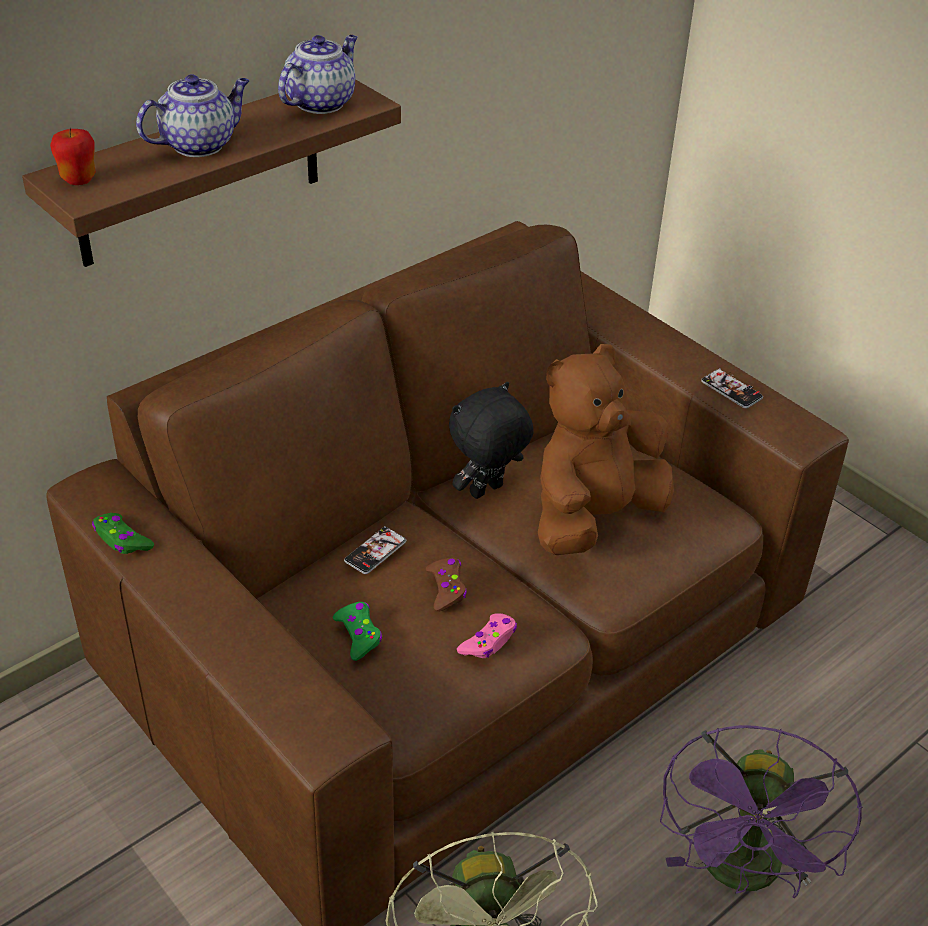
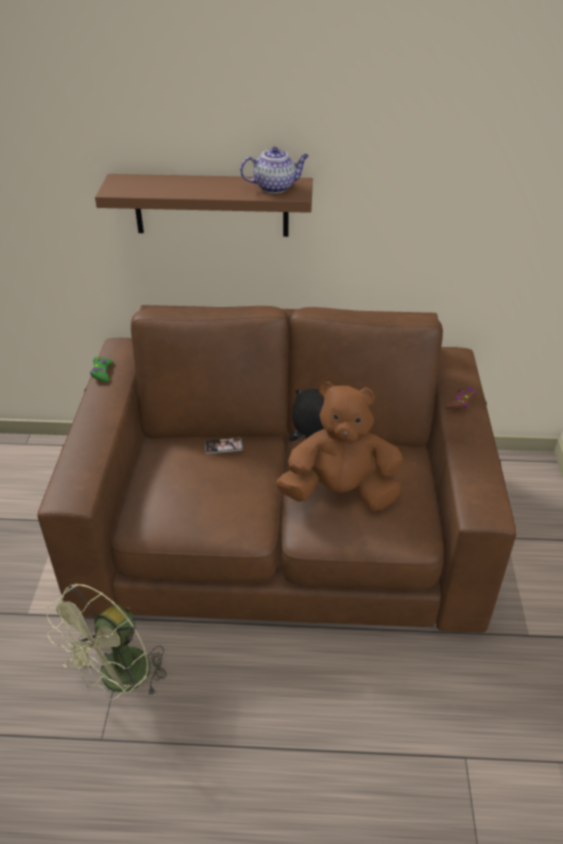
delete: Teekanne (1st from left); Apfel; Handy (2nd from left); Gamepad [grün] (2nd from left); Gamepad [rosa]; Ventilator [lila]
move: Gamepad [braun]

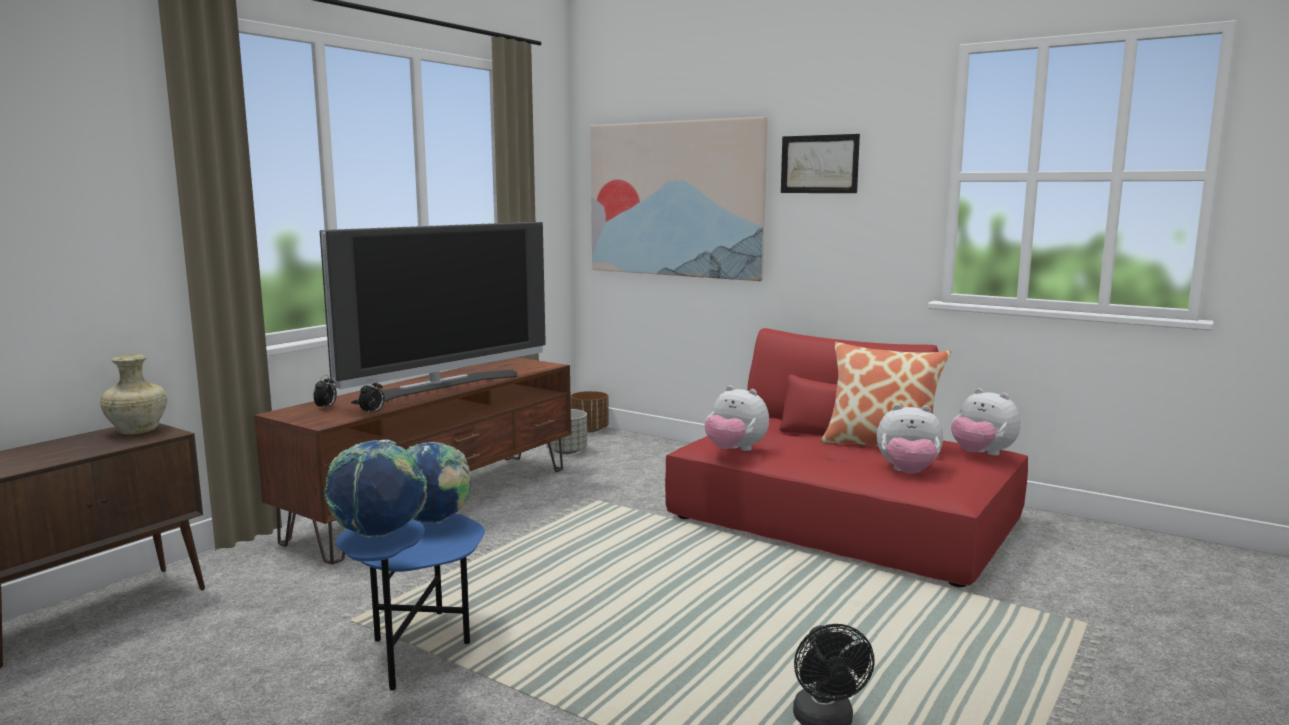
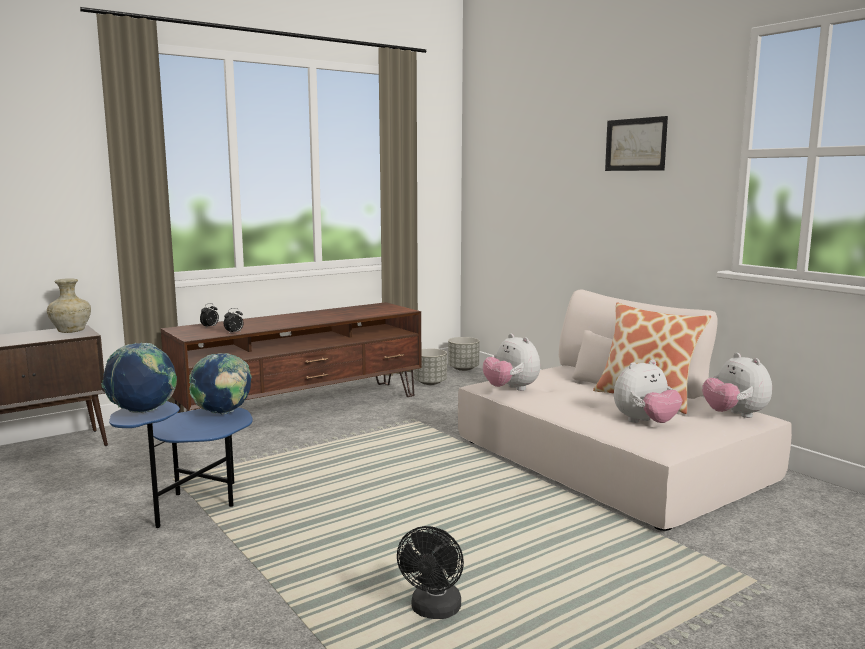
delete: Bild (1st from left); Fernseher
recolor: Sofa [rot] to Sofa [beige]; Pflanzkübel [braun] to Pflanzkübel [grau] (2nd from left)
rotate: Plüschtier (2nd from left) 60 degrees counterclockwise

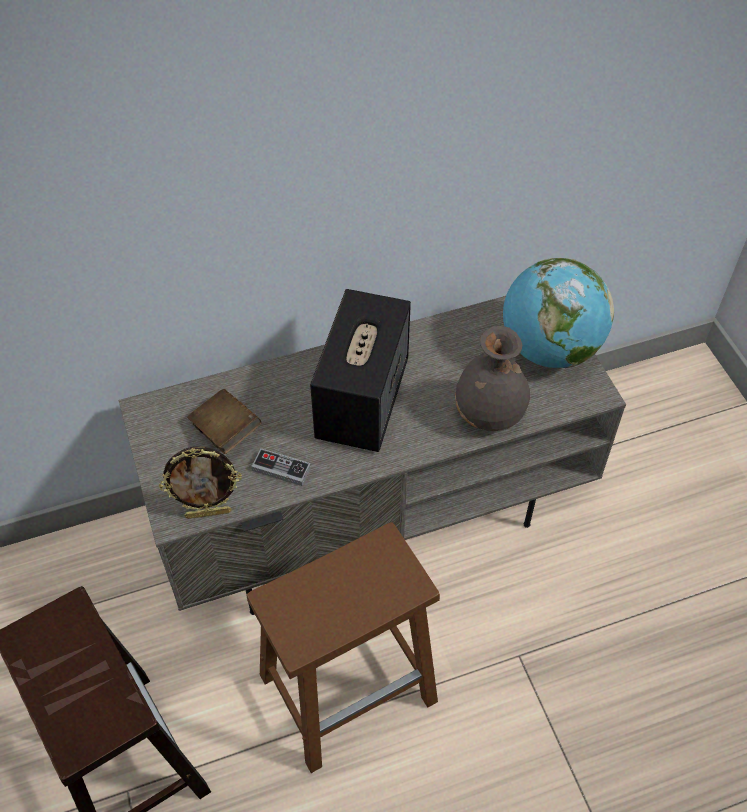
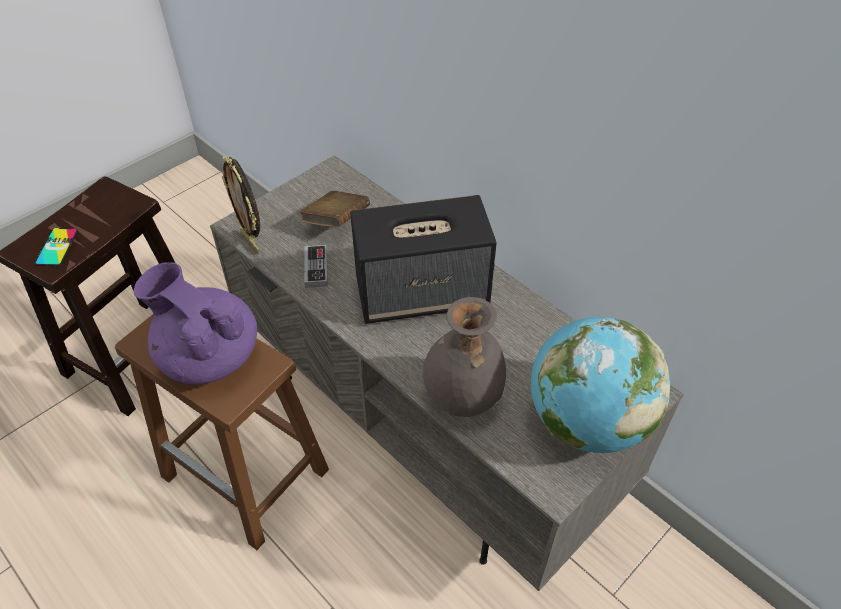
insert: Handy; Teekanne [lila]

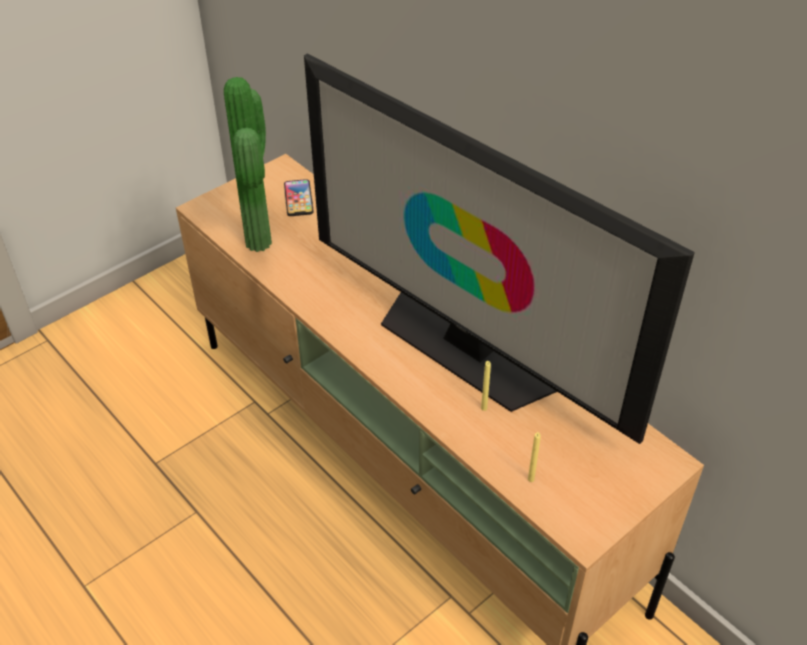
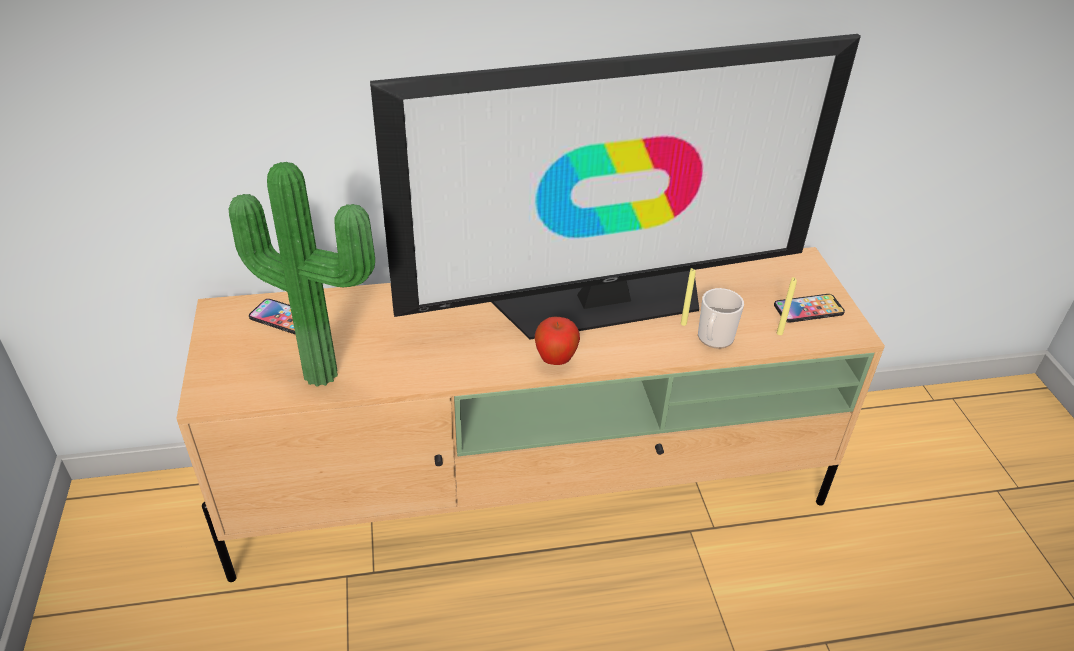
insert: Henkelbecher; Handy (2nd from left); Apfel

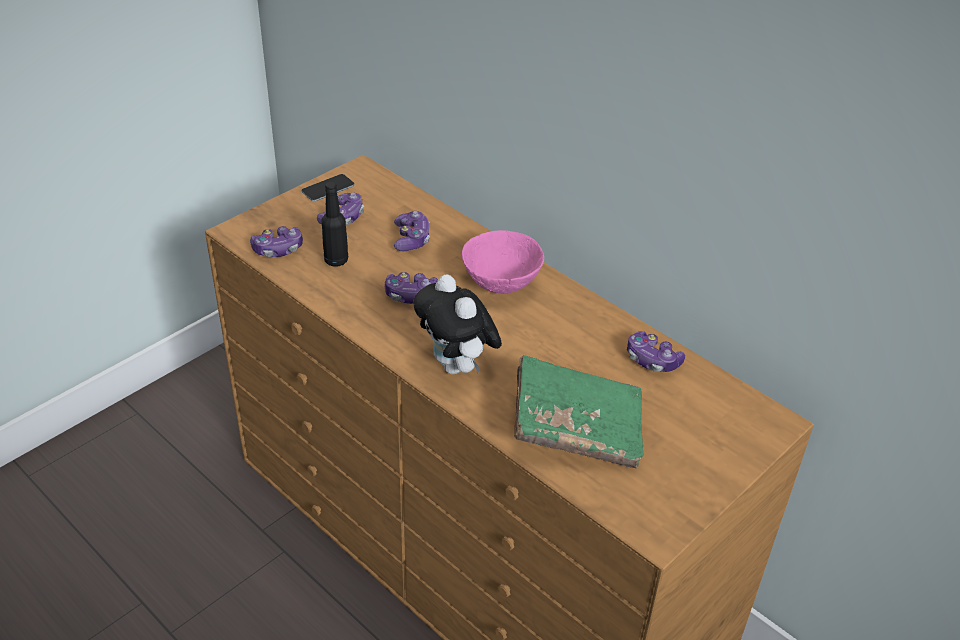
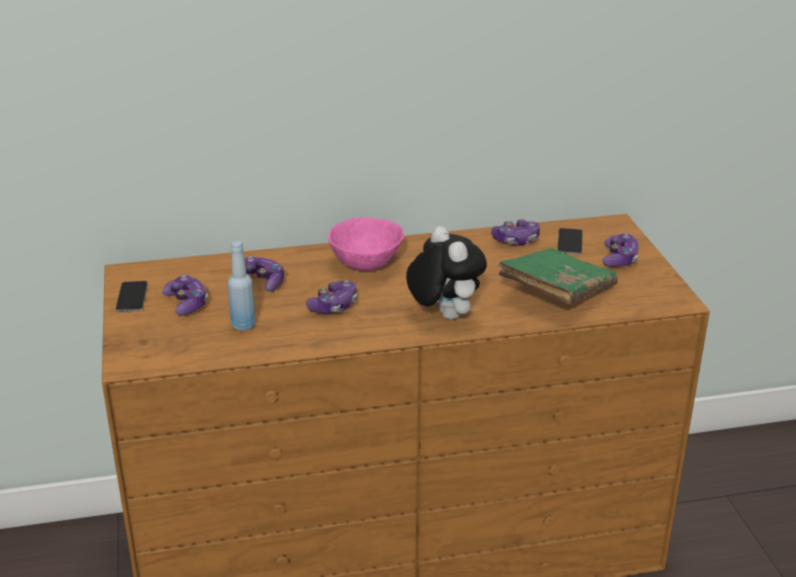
insert: Handy (2nd from left)
move: Gamepad (1st from left in the first image) to Gamepad (5th from left)
recolor: Flasche [schwarz] to Flasche [blau]
rotate: Plüschtier 120 degrees counterclockwise

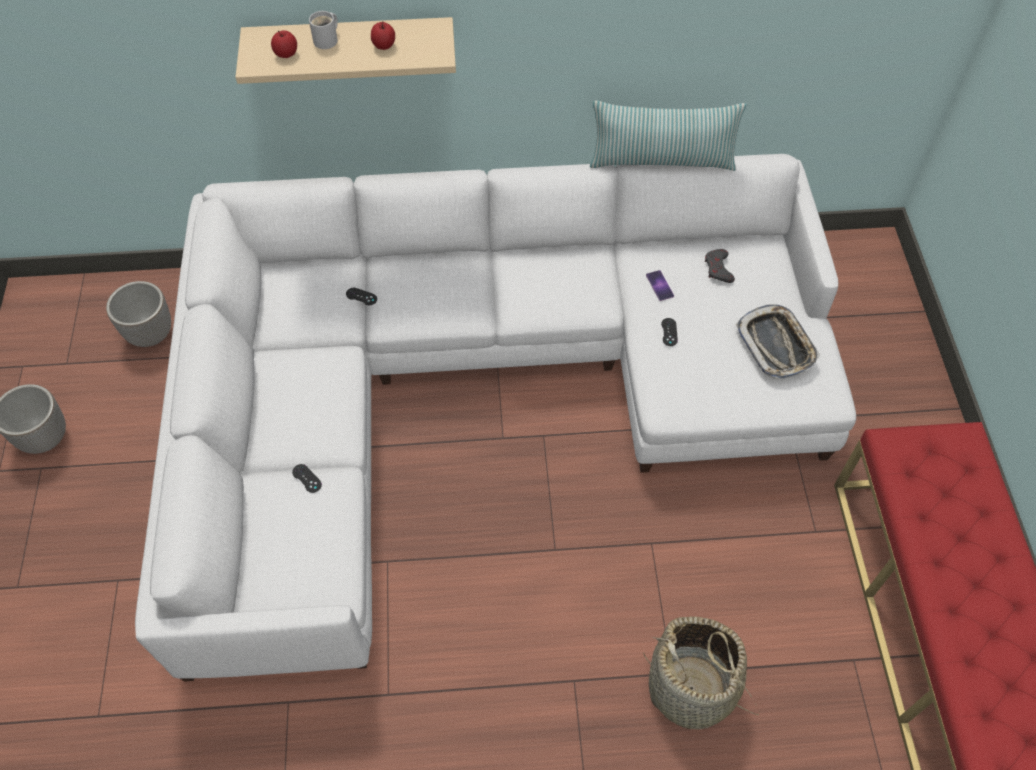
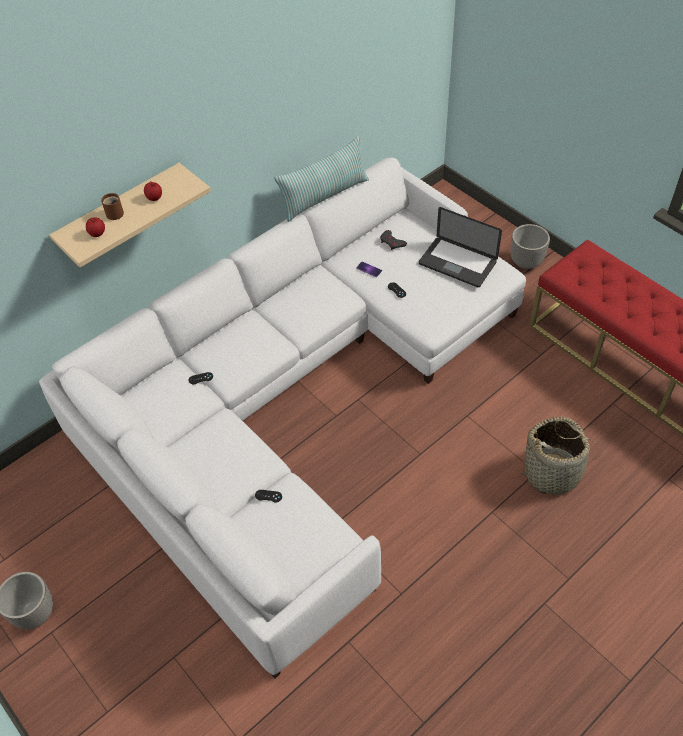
move: Pflanzkübel (2nd from left)
replace: Tablett to Laptop
recolor: Henkelbecher [weiß] to Henkelbecher [braun]

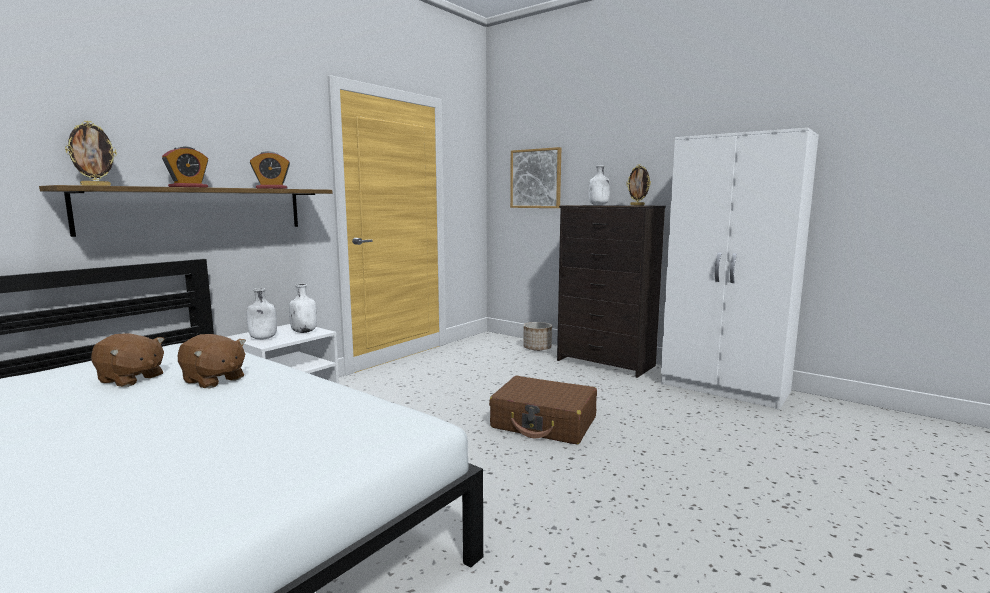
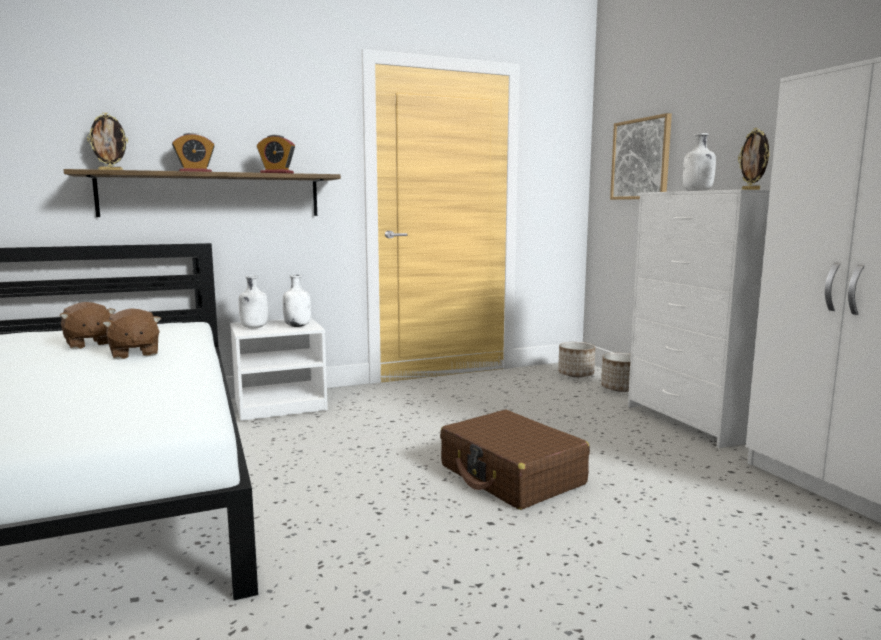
insert: Pflanzkübel (1st from left)
recolor: Kommode [schwarz] to Kommode [weiß]

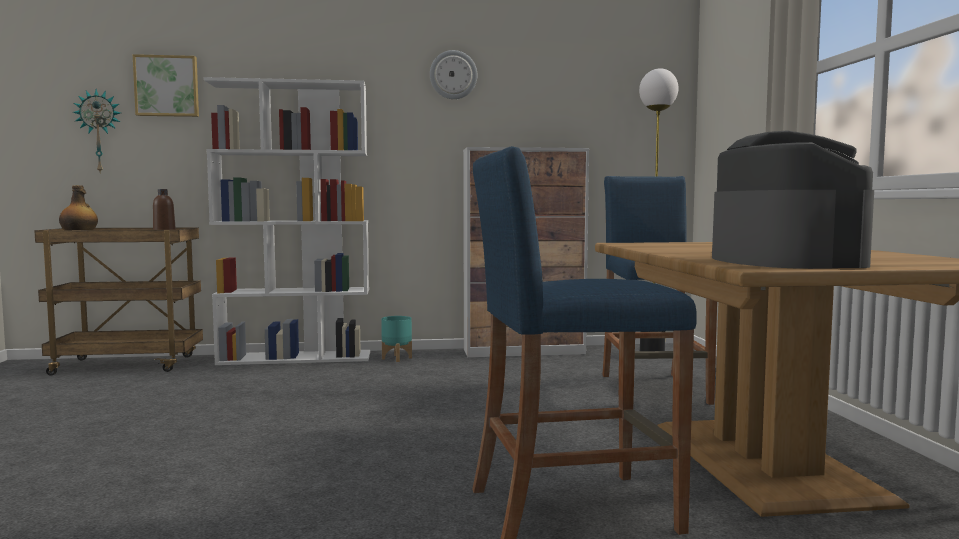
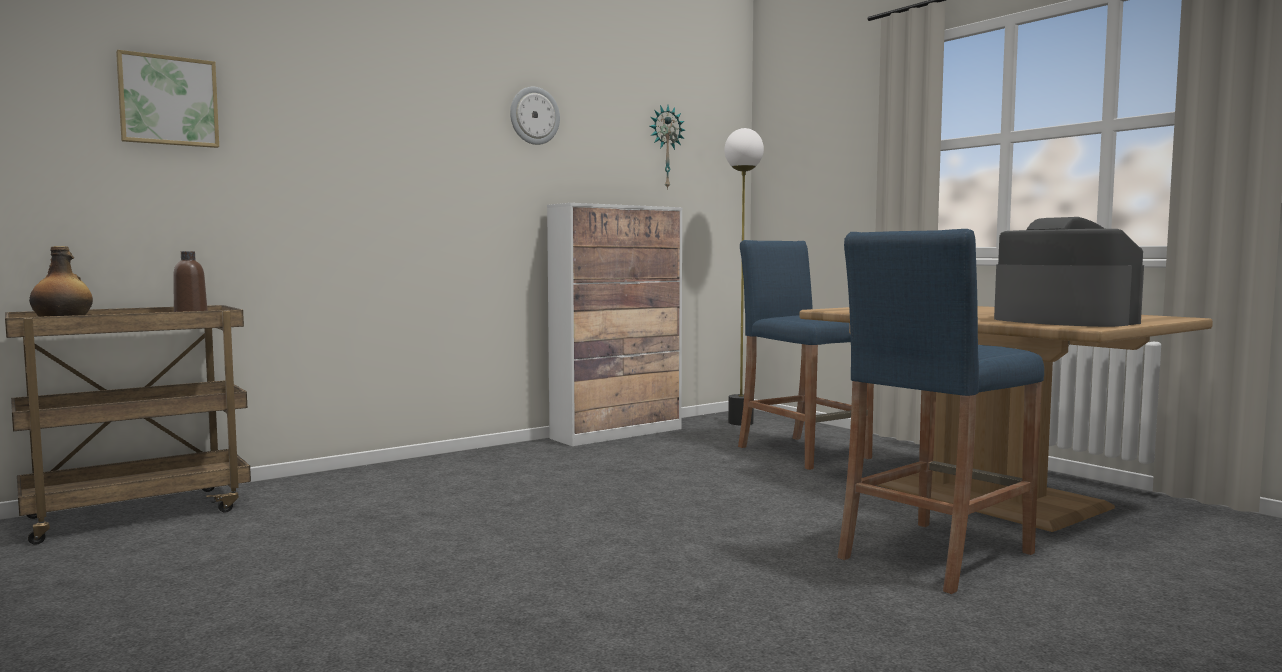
delete: Bücherregal [weiß]; Pflanzkübel [türkis]
move: Wanduhr (1st from left in the first image) to Wanduhr (2nd from left)

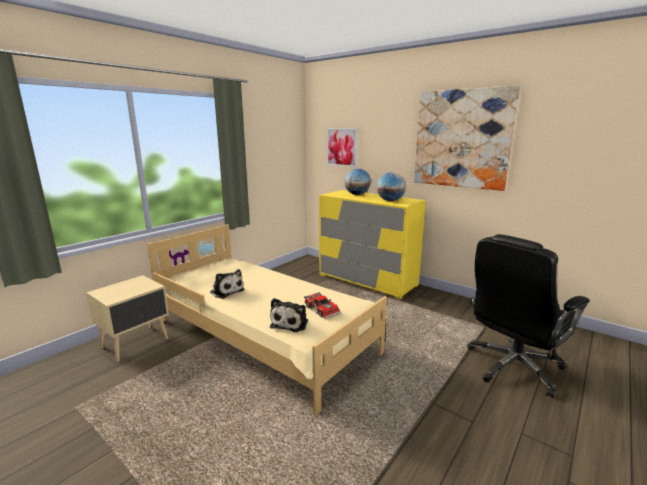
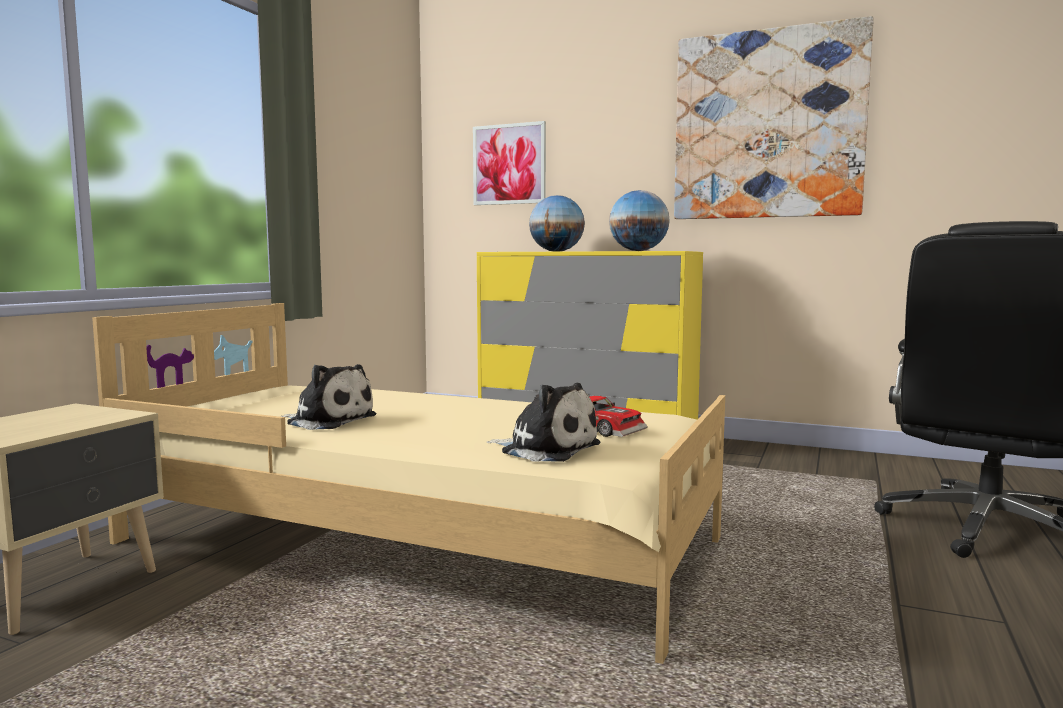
rotate: Plüschtier (2nd from left) 60 degrees counterclockwise

